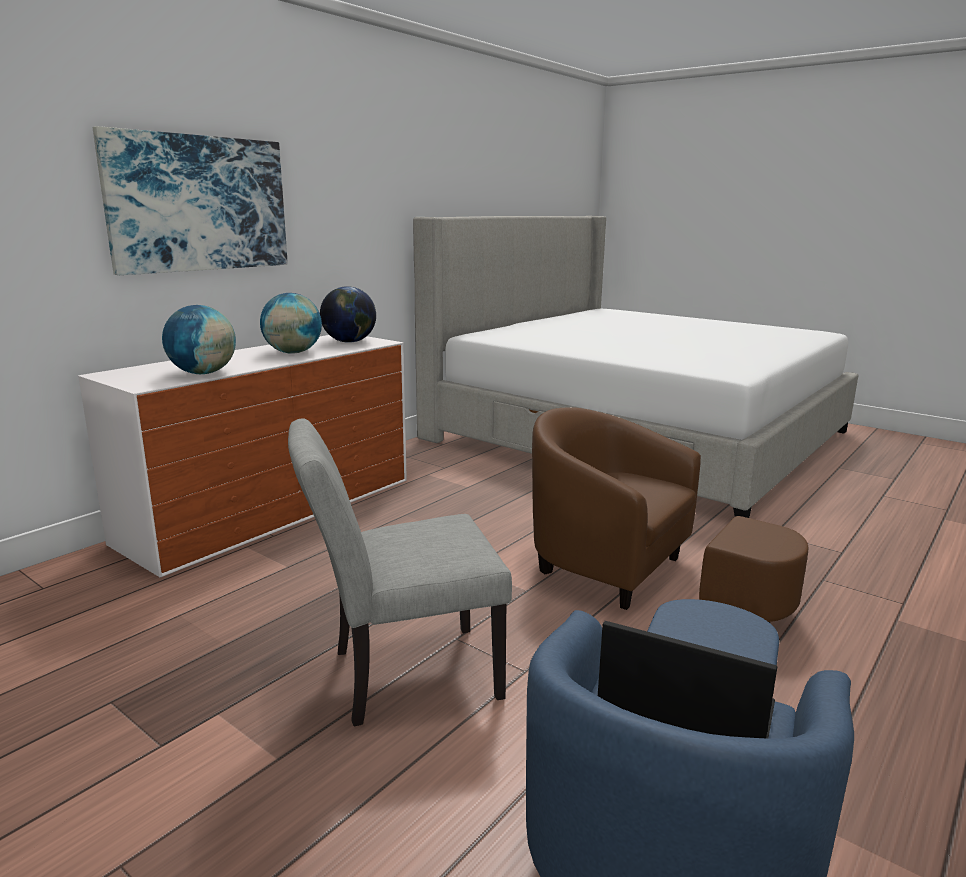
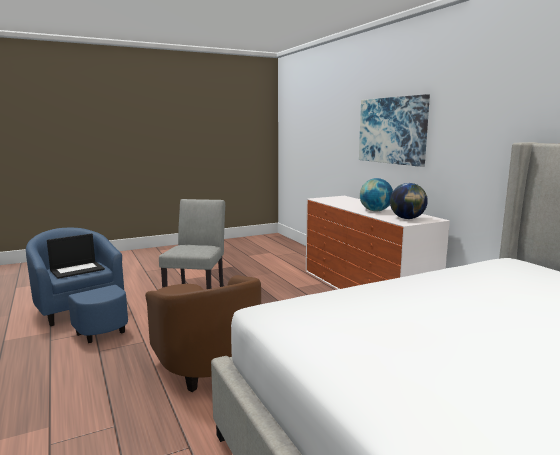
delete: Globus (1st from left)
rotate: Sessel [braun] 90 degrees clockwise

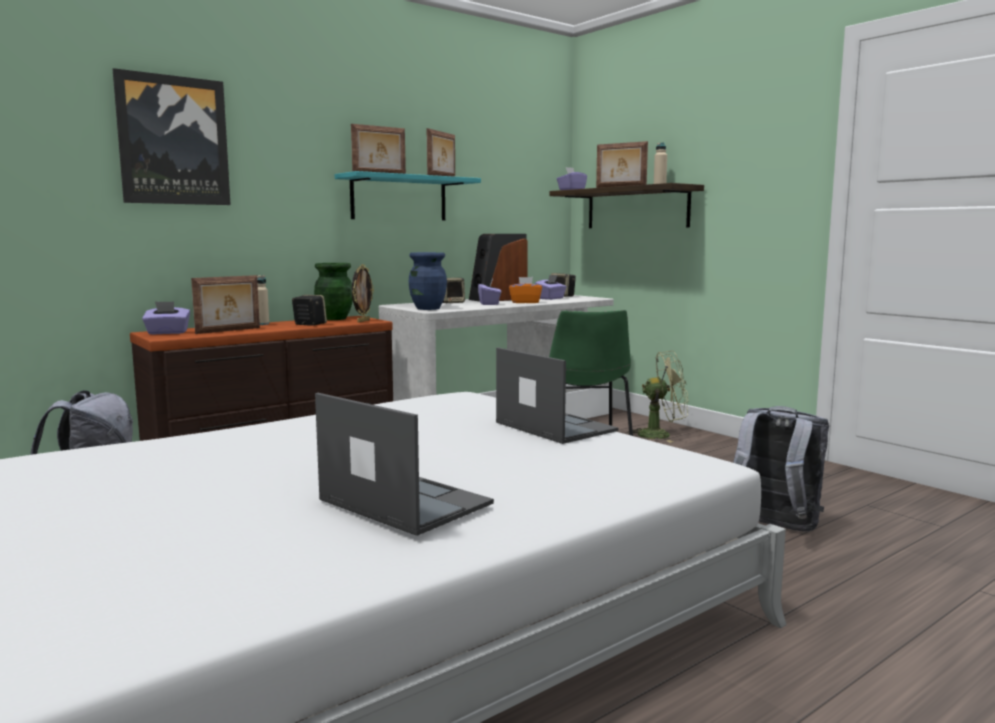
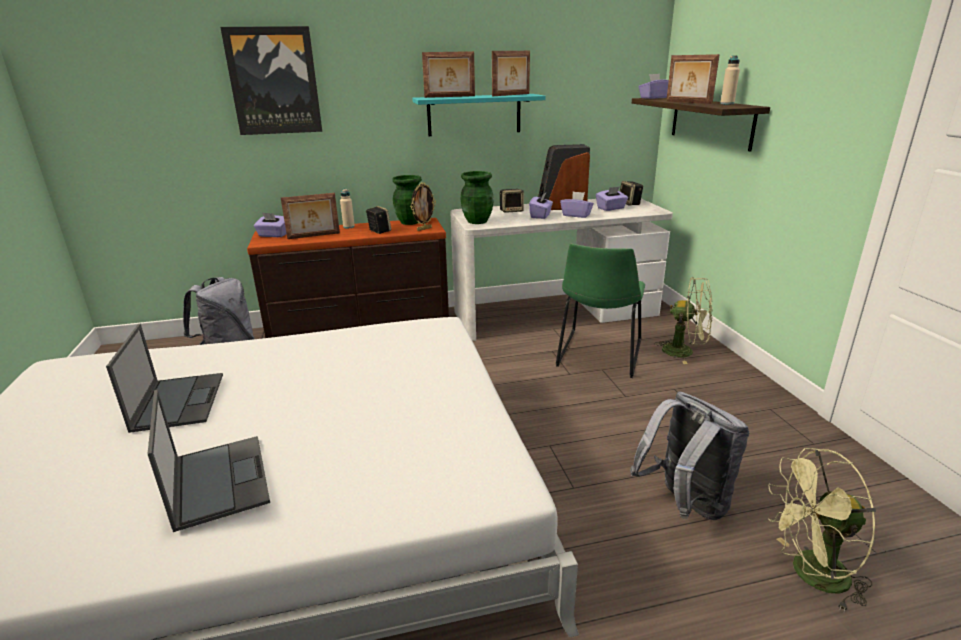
insert: Ventilator [grün] (2nd from left)
move: Laptop (2nd from left in the first image) to Laptop (1st from left)
recolor: Vase [blau] to Vase [grün] (2nd from left); Taschentuchbox [orange] to Taschentuchbox [lila] (3rd from left)

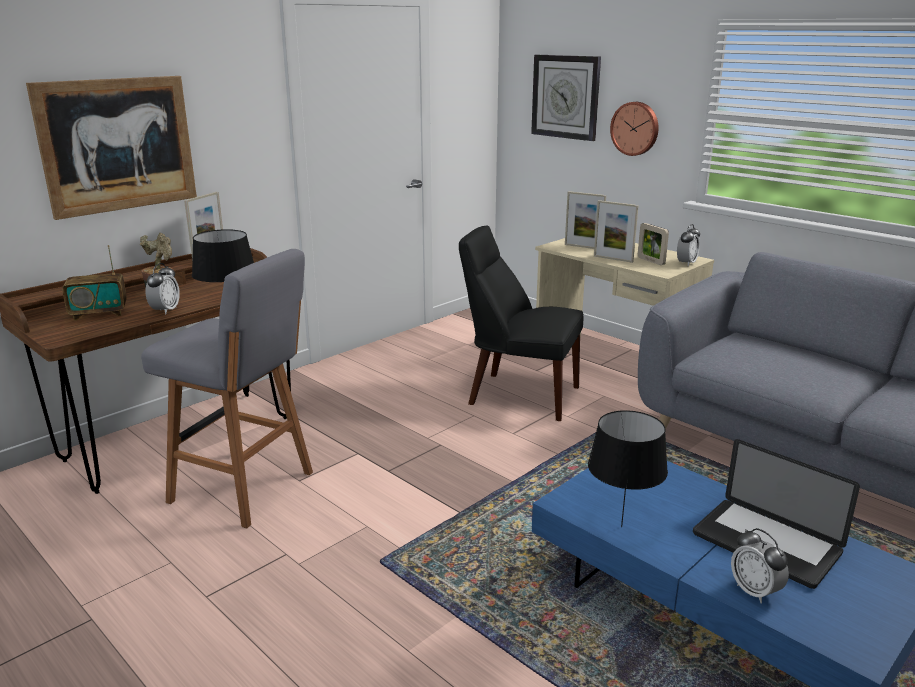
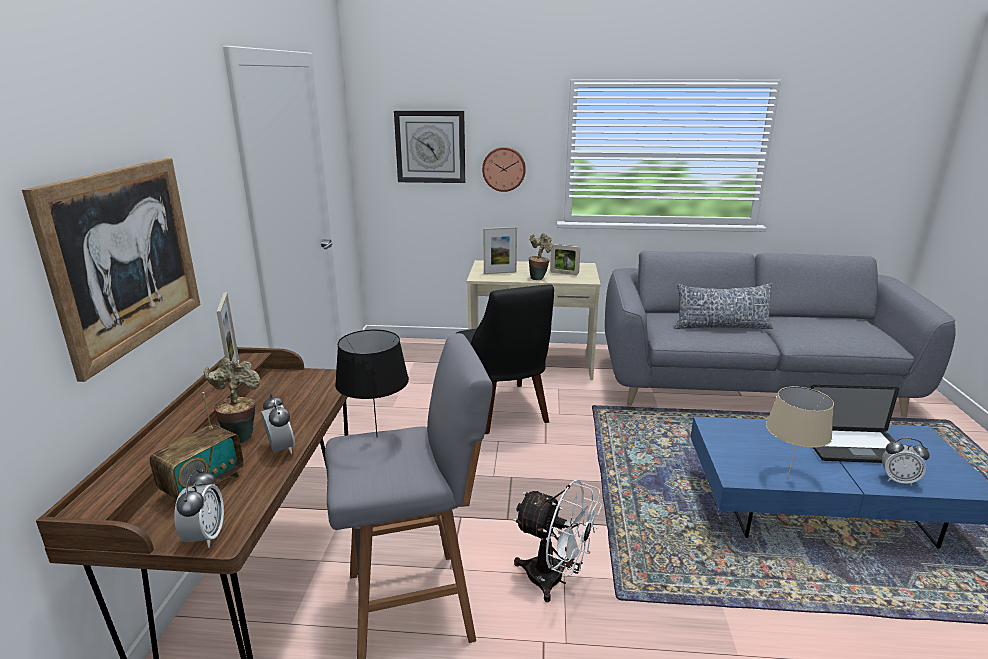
insert: Kissen; Ventilator [weiß]
move: Wecker (2nd from left in the first image) to Wecker (1st from left)
replace: Bilderrahmen (3rd from left) to Topfpflanze (2nd from left)
recolor: Tischlampe [schwarz] (2nd from left) to Tischlampe [beige]
rotate: Stuhl [schwarz] 90 degrees counterclockwise

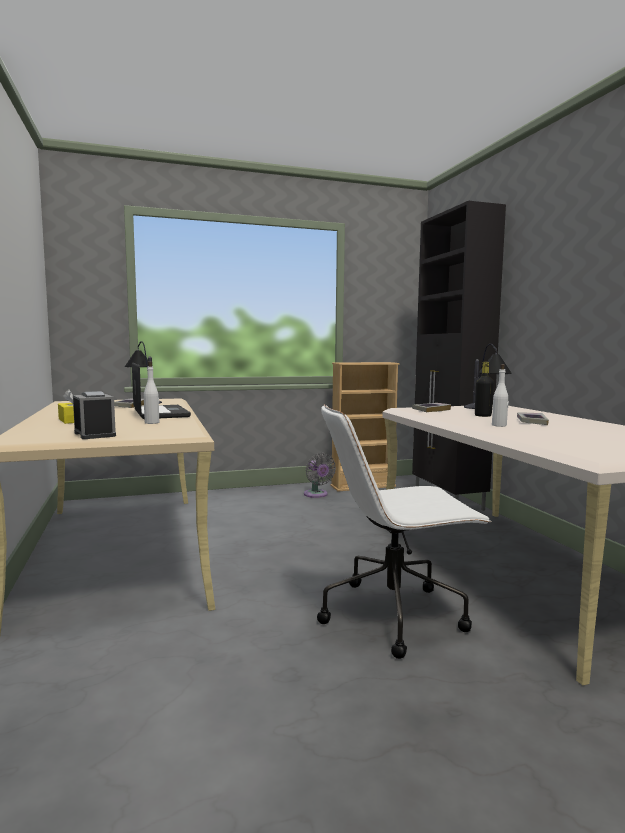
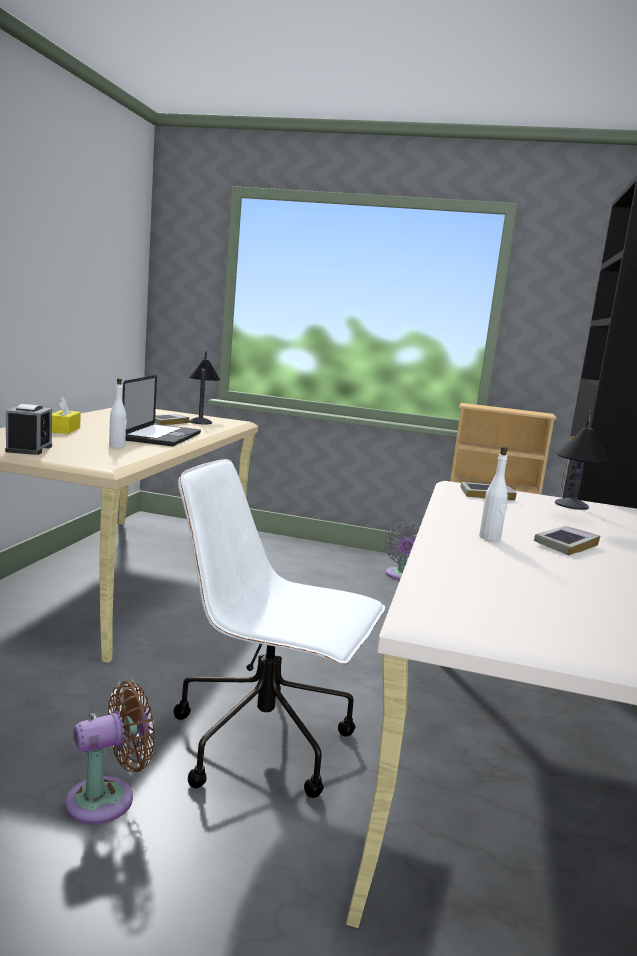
delete: Flasche [schwarz]
insert: Ventilator [braun]

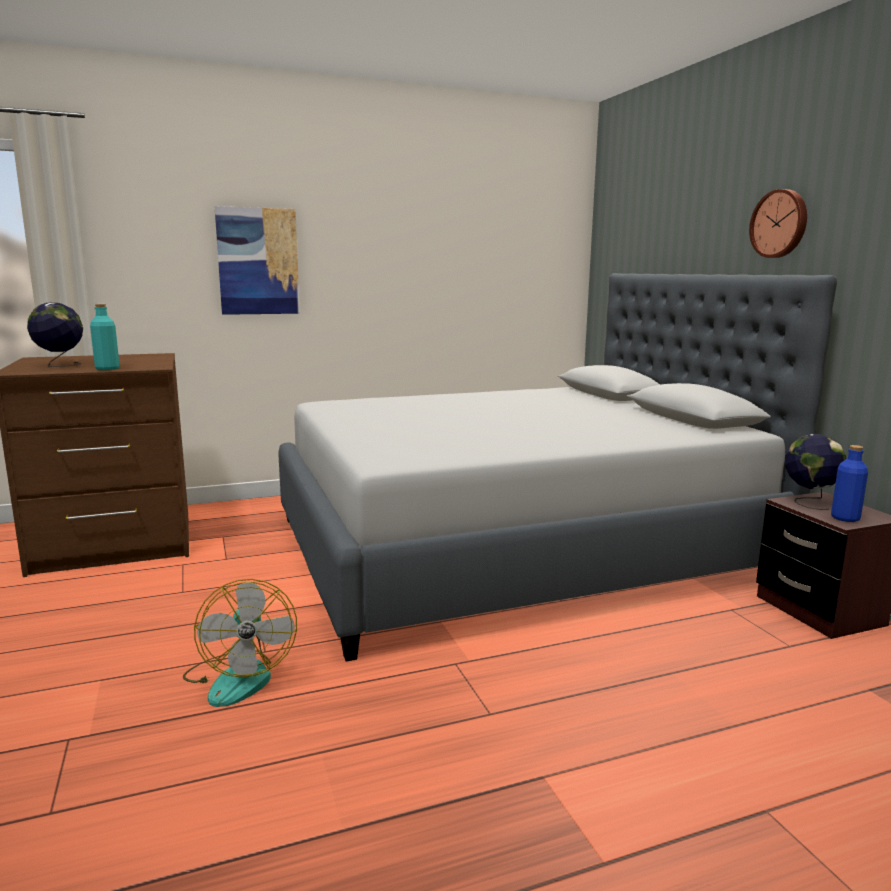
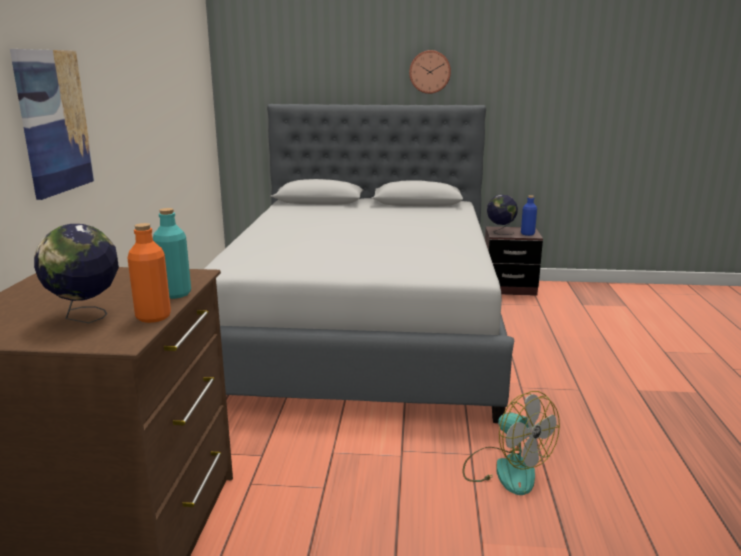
insert: Flasche [orange]
rotate: Ventilator 45 degrees clockwise

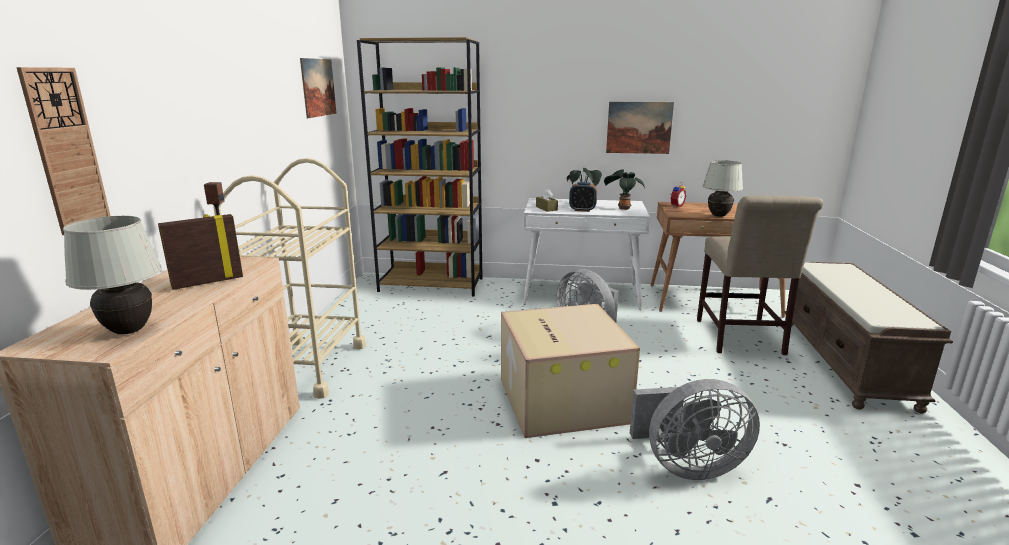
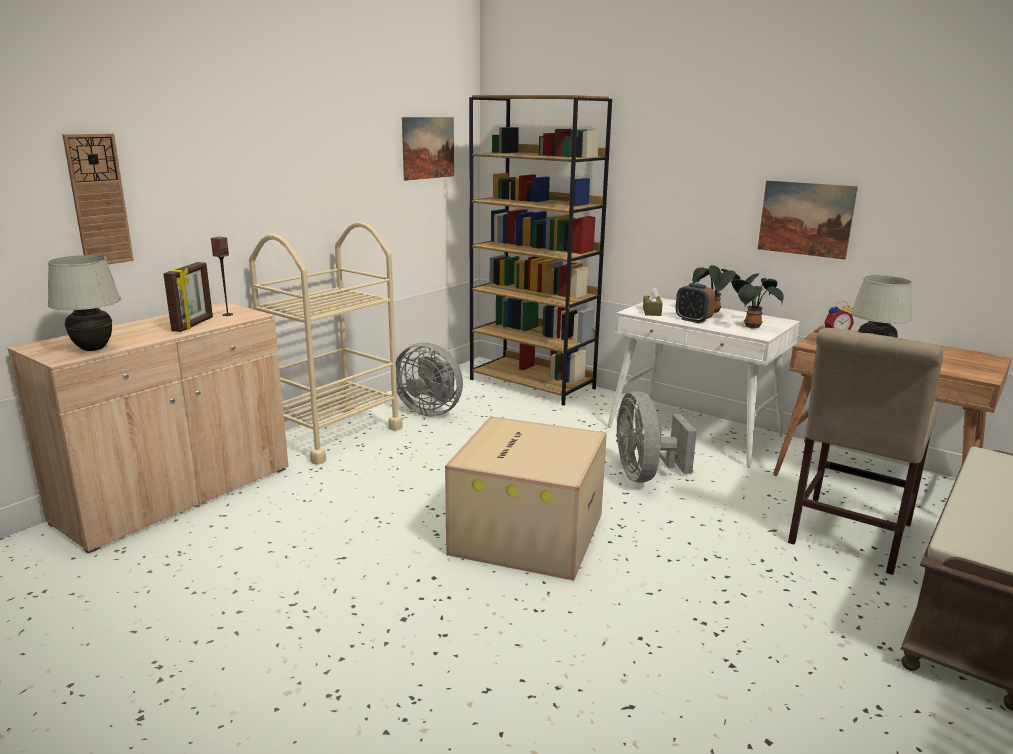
move: Ventilator [grau] (2nd from left in the first image) to Ventilator [grau] (1st from left)
rotate: Bilderrahmen 105 degrees clockwise

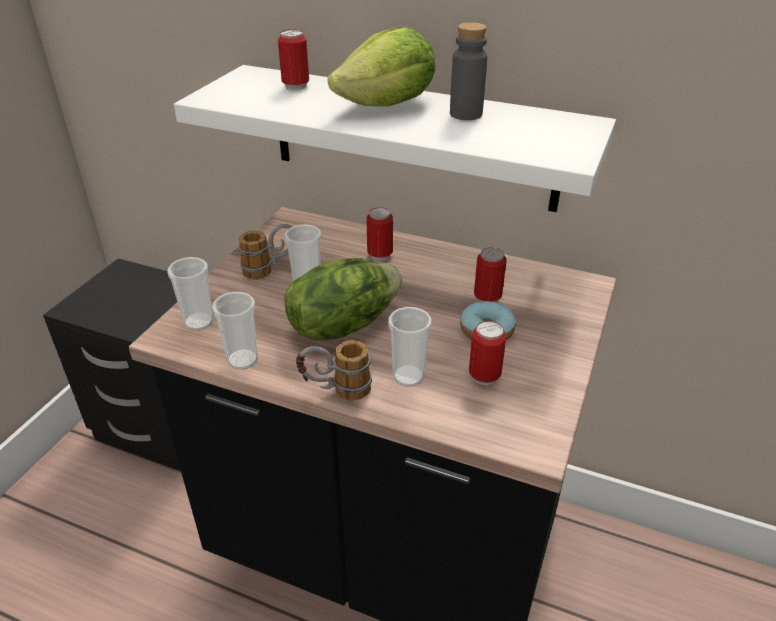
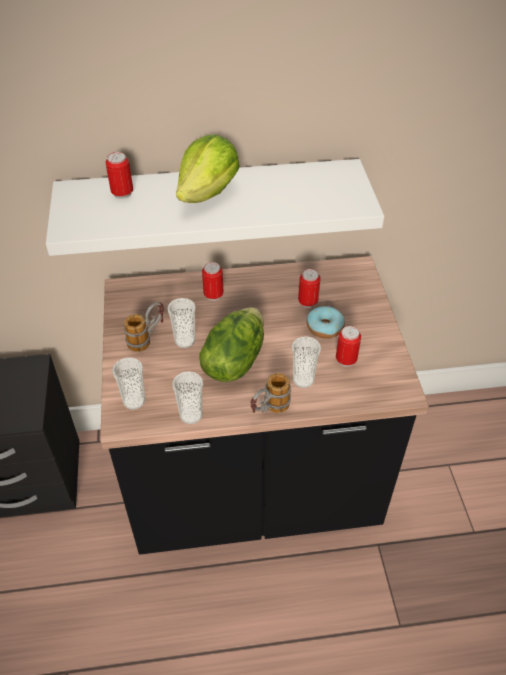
delete: Flasche [grau]

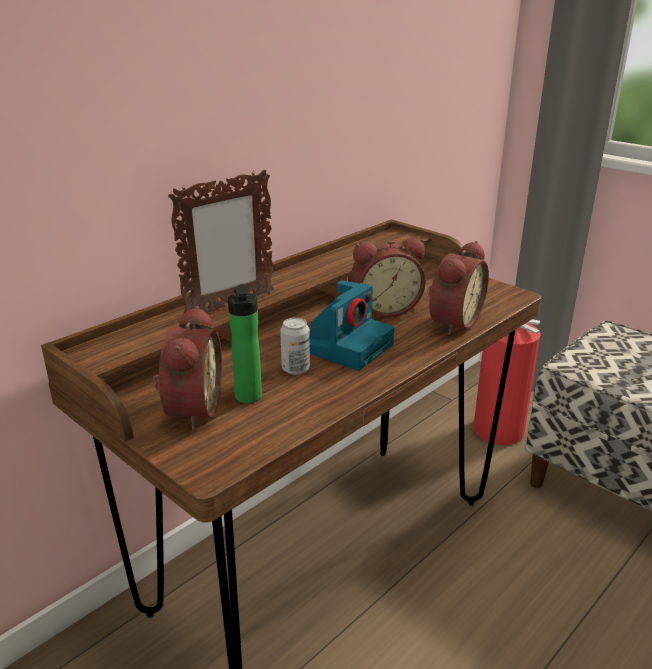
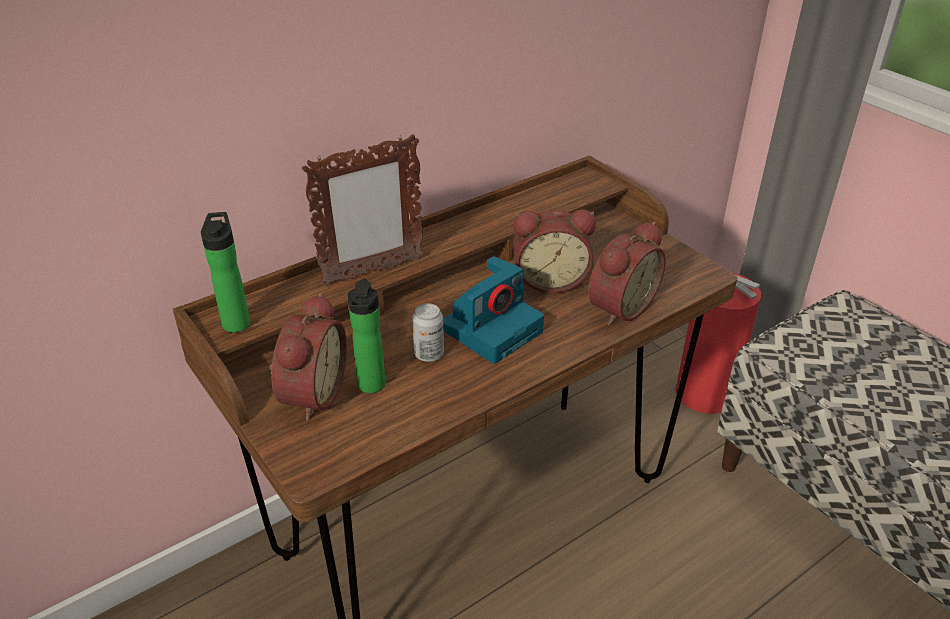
insert: Flasche (1st from left)

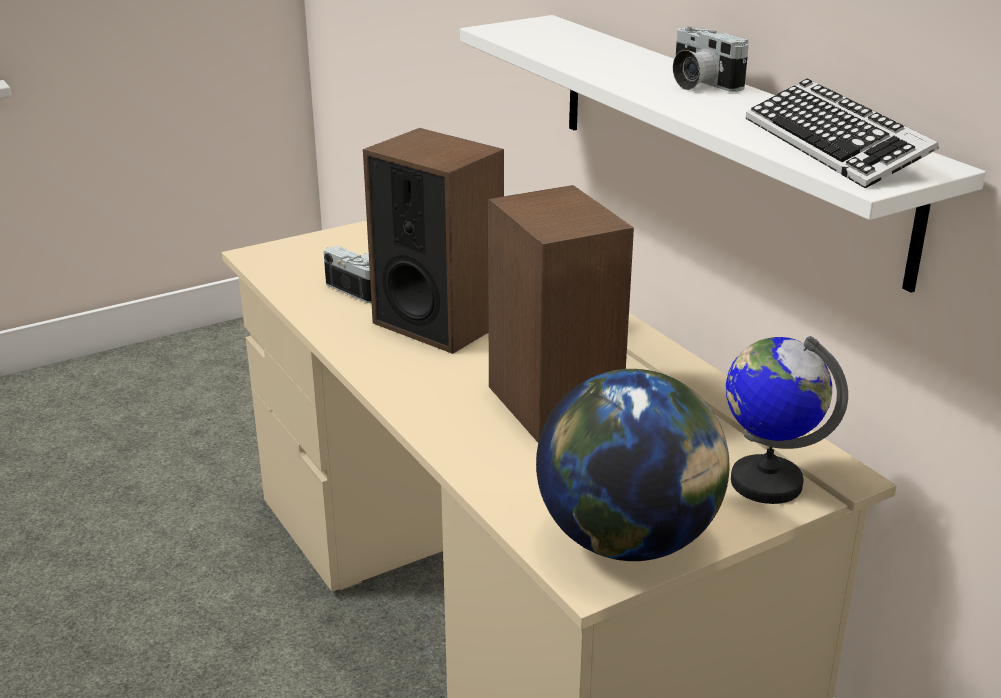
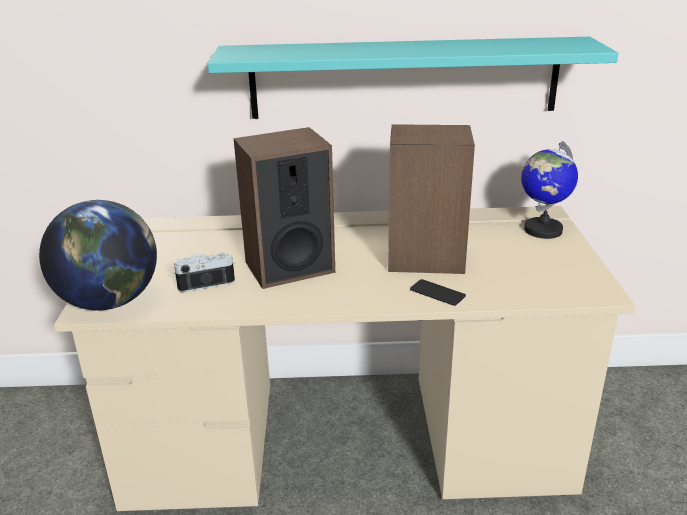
delete: Kamera (2nd from left); Tastatur
insert: Handy
move: Globus (1st from left)
recolor: Wandregal [weiß] to Wandregal [türkis]

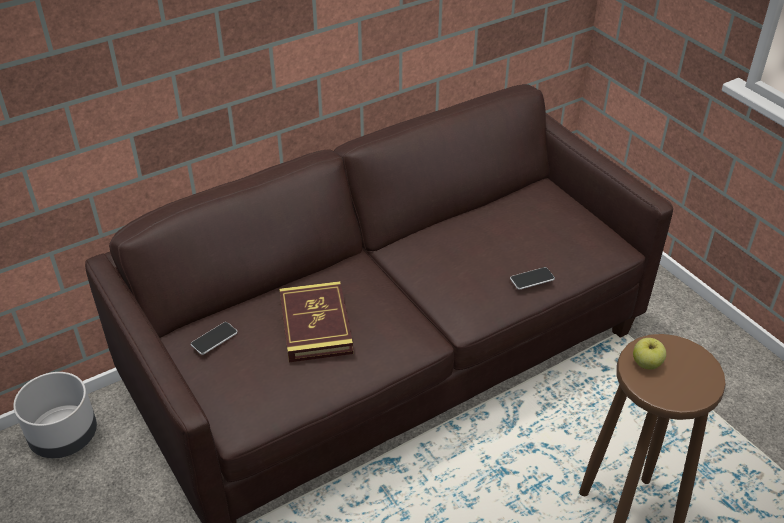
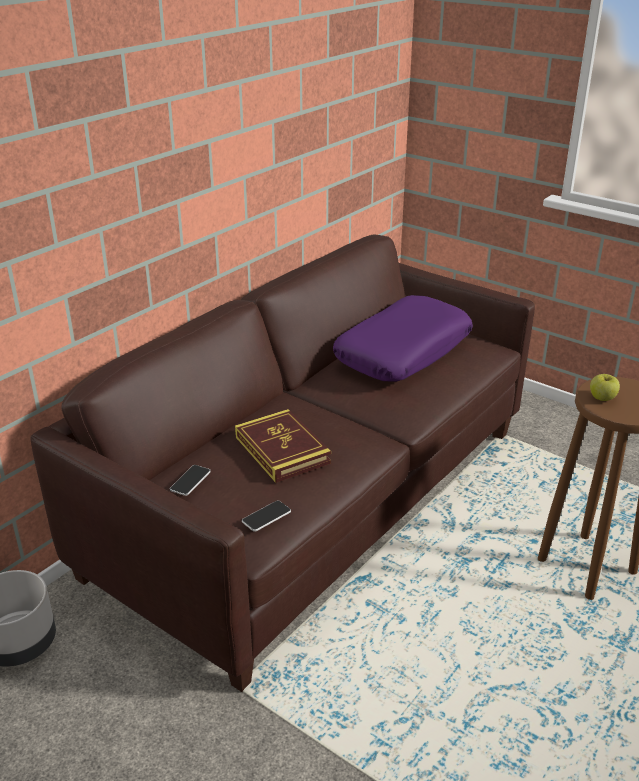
insert: Kissen [lila]
move: Handy (2nd from left)

